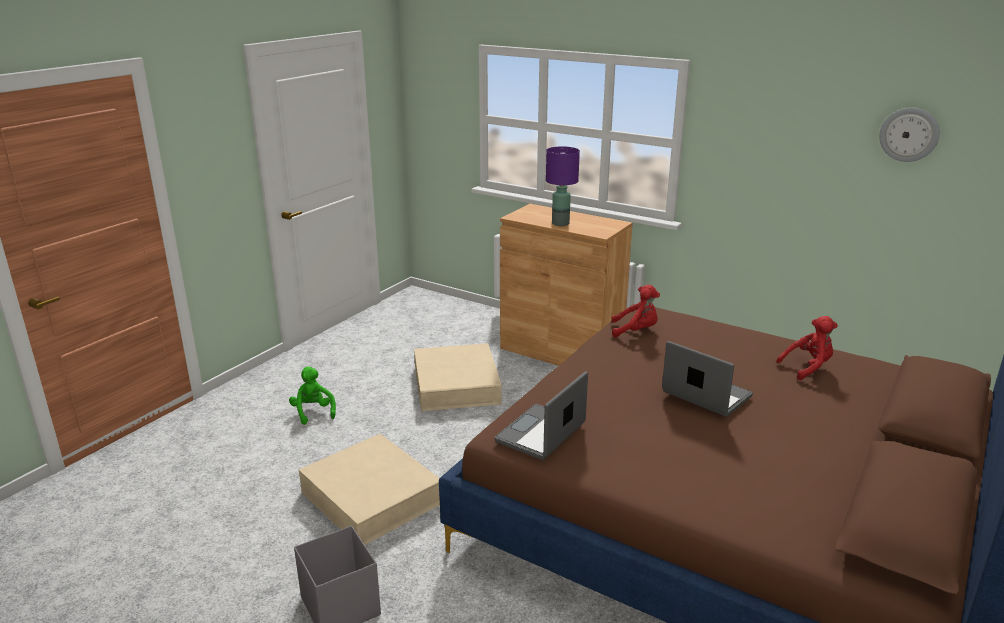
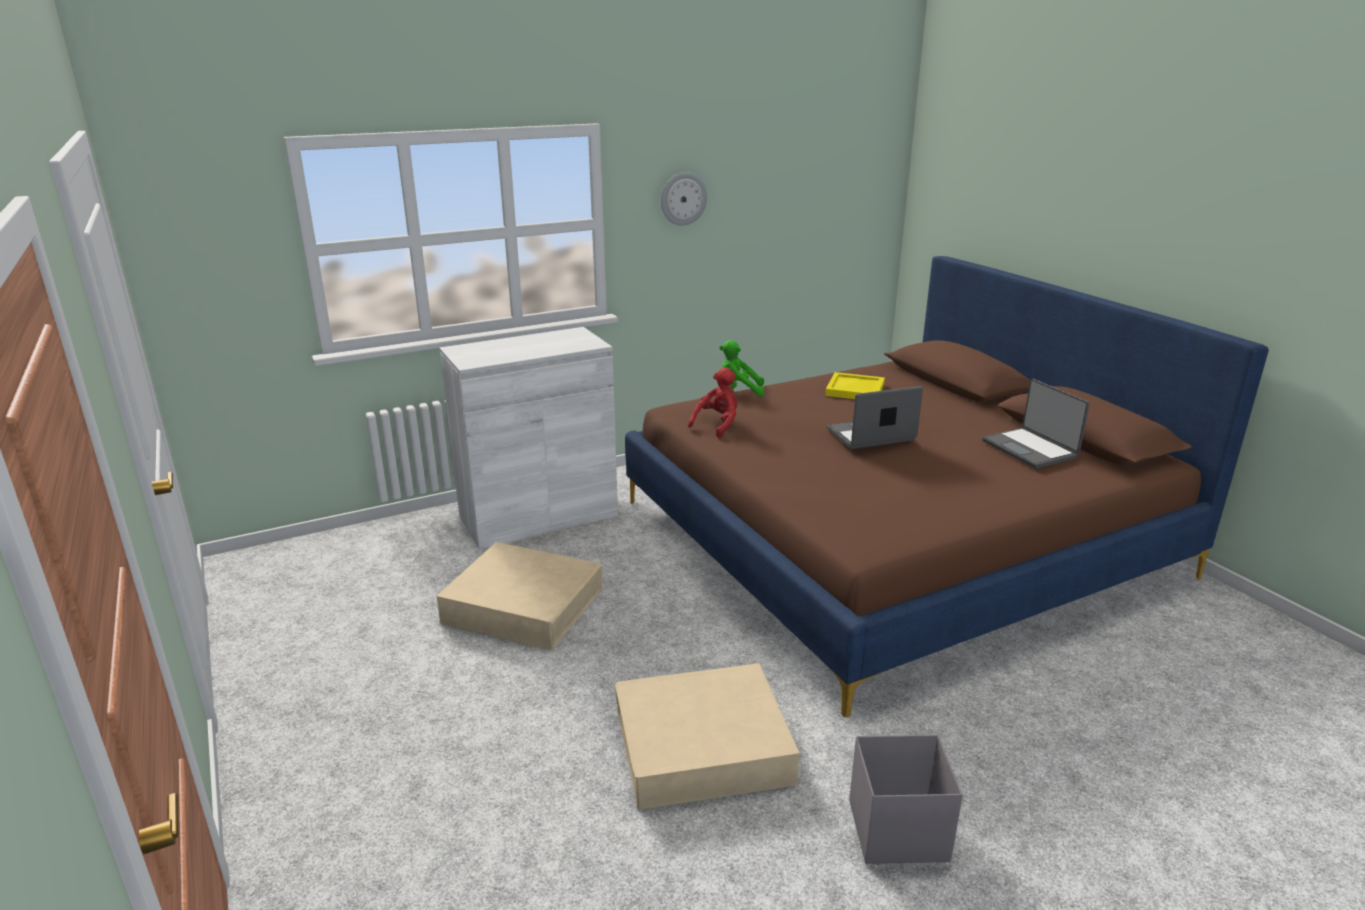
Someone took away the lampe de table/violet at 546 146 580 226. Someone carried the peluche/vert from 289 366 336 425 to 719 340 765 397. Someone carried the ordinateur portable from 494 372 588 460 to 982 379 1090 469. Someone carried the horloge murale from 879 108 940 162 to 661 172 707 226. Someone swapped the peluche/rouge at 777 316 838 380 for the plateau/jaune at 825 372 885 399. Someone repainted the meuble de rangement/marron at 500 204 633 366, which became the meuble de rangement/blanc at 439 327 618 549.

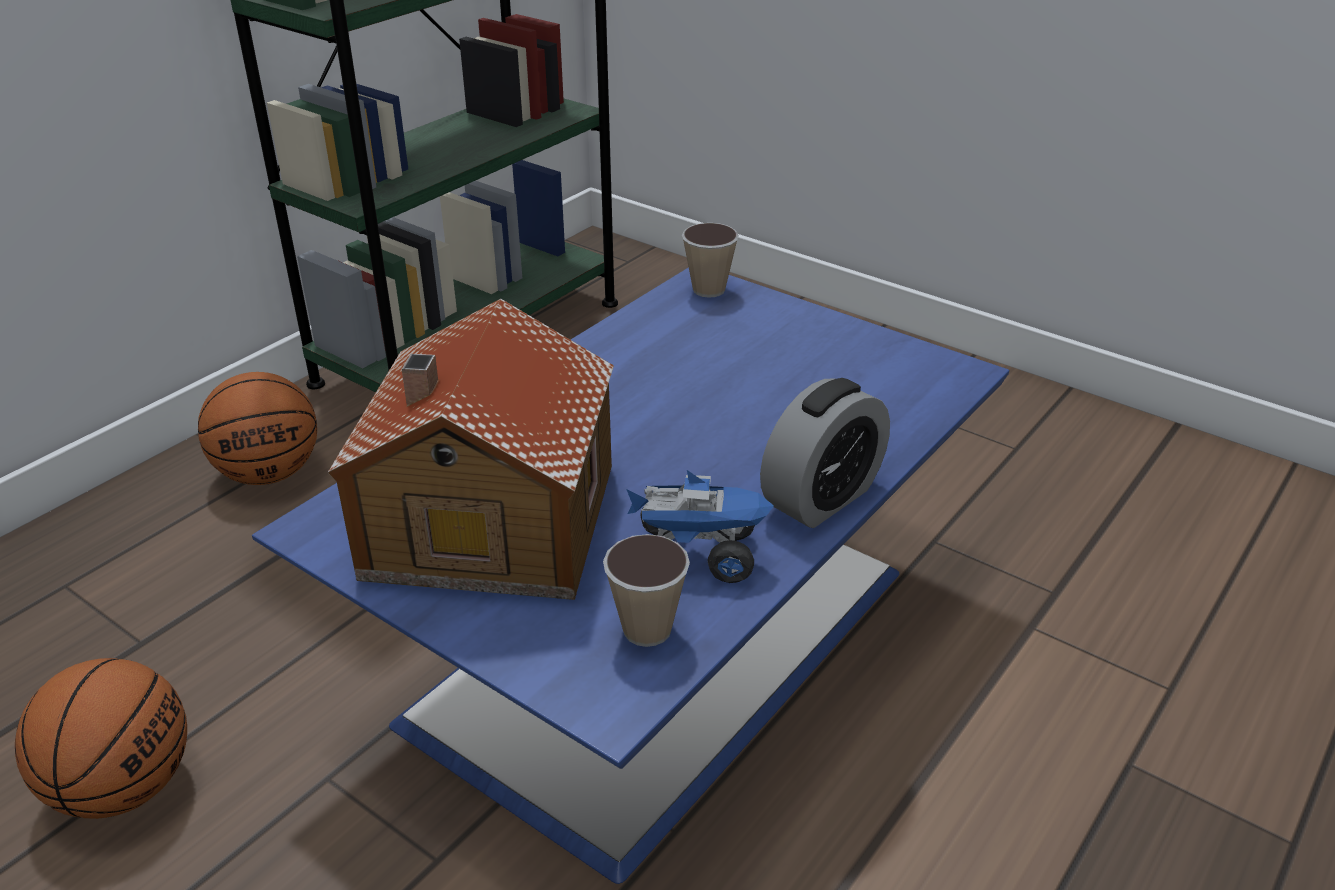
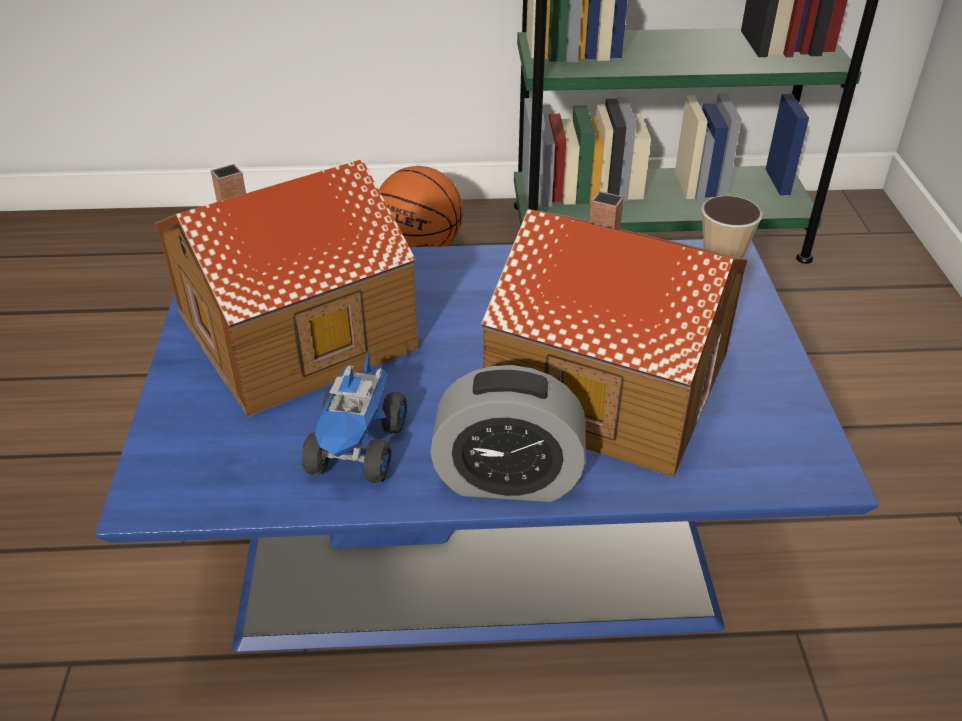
Someone took away the ballon de basket at 15 658 187 819. Someone took away the tasse at 603 534 690 647. Someone put down the maison miniature at 481 191 748 477. Someone rotated the camion jouet at 627 470 774 583 by 45 degrees clockwise.

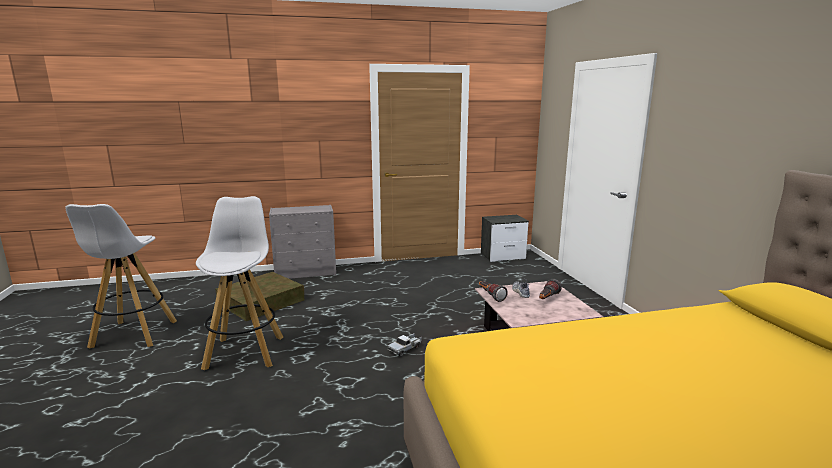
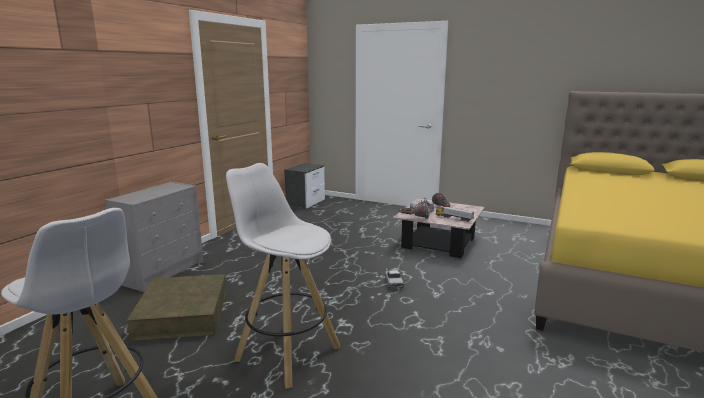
Someone put down the camion jouet at 436 207 474 222.

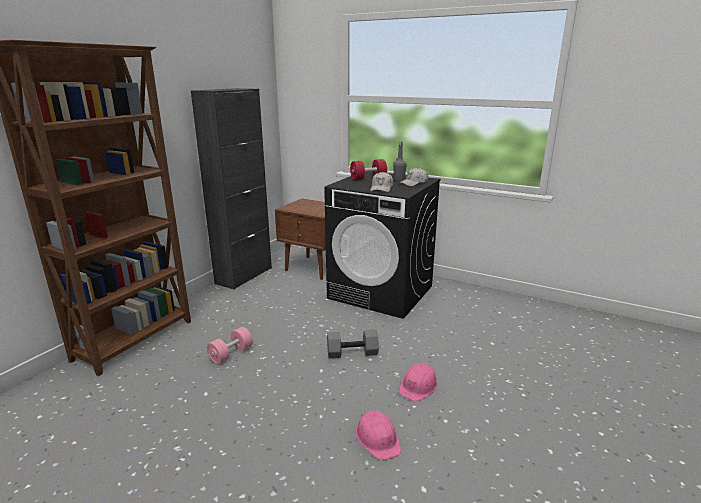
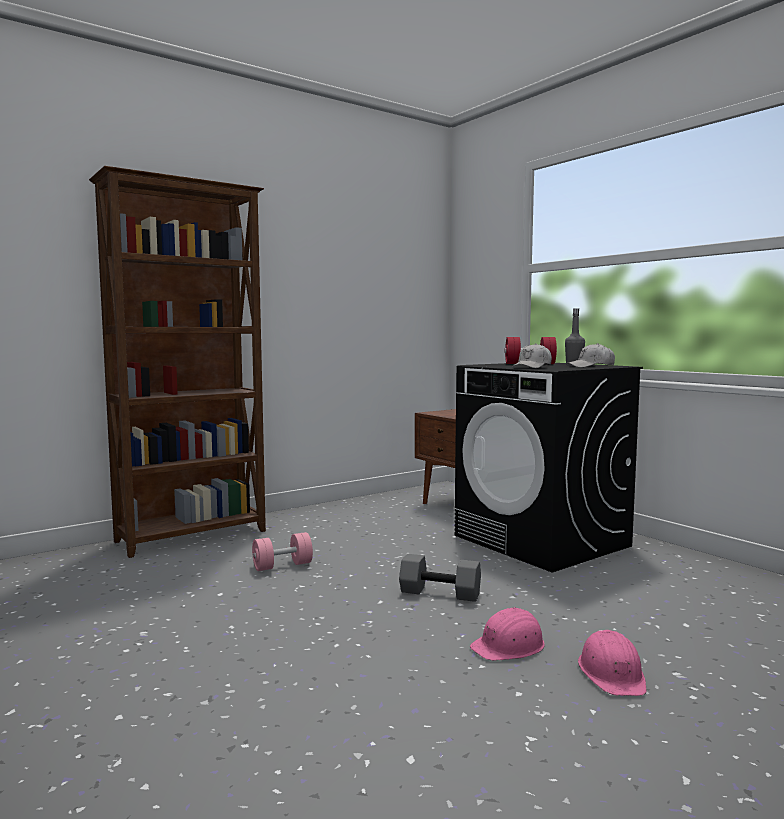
Someone took away the meuble de rangement/noir at 191 88 272 290. Someone carried the casque de chantier/rose from 355 411 401 460 to 578 630 646 696.

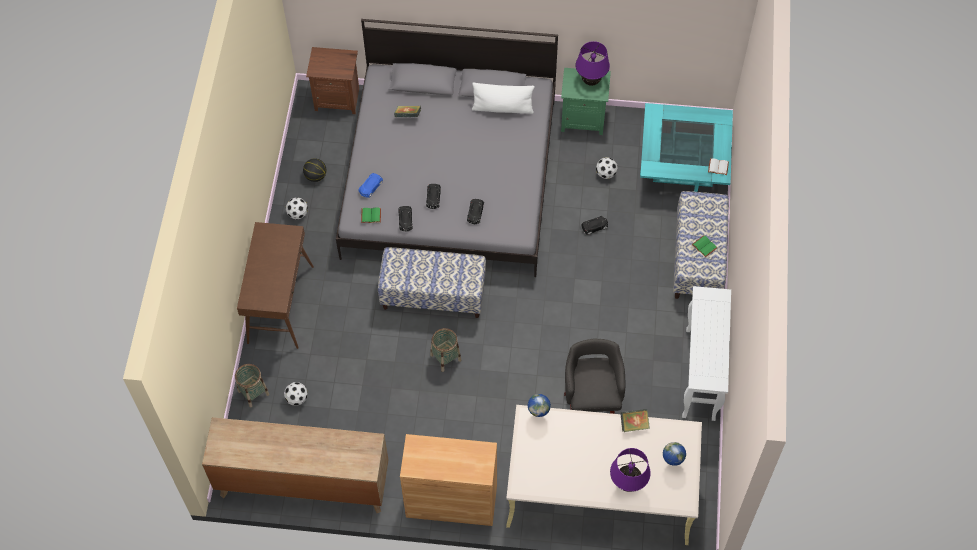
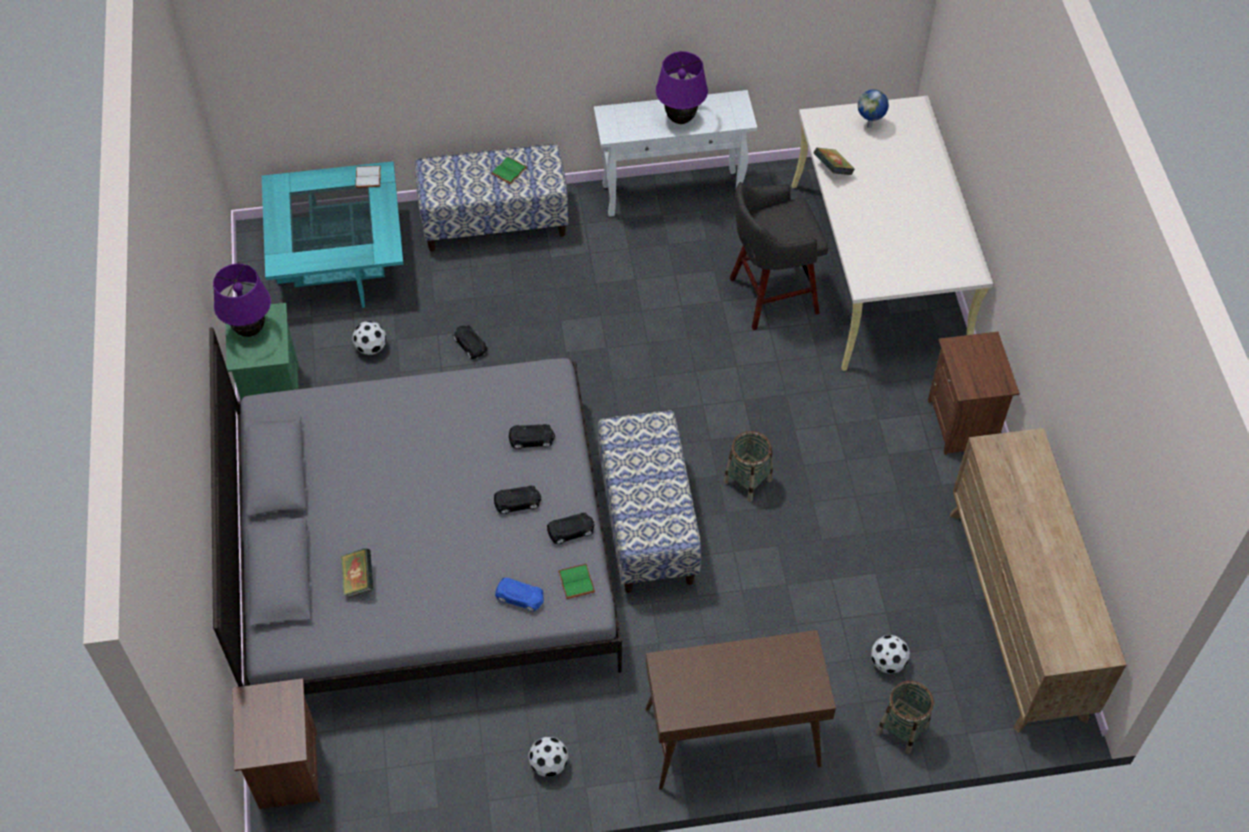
Someone took away the ballon de basket at 303 158 327 182. Someone took away the coussin/blanc at 472 83 534 114. Someone took away the globe at 528 394 551 417. Someone carried the lampe de table/violet from 610 448 651 492 to 656 51 708 124. Someone swapped the meuble de rangement/marron at 400 434 497 526 for the table de chevet/marron at 928 332 1020 455.

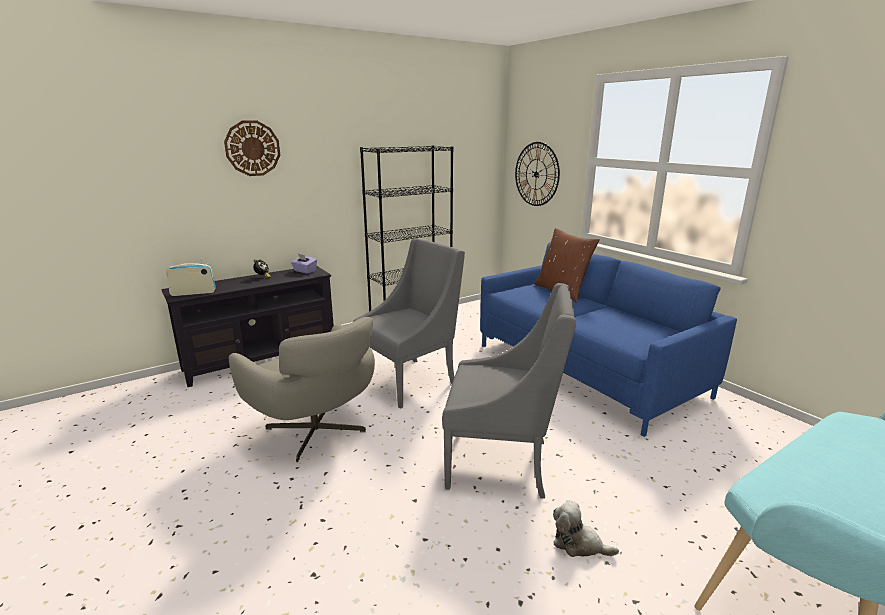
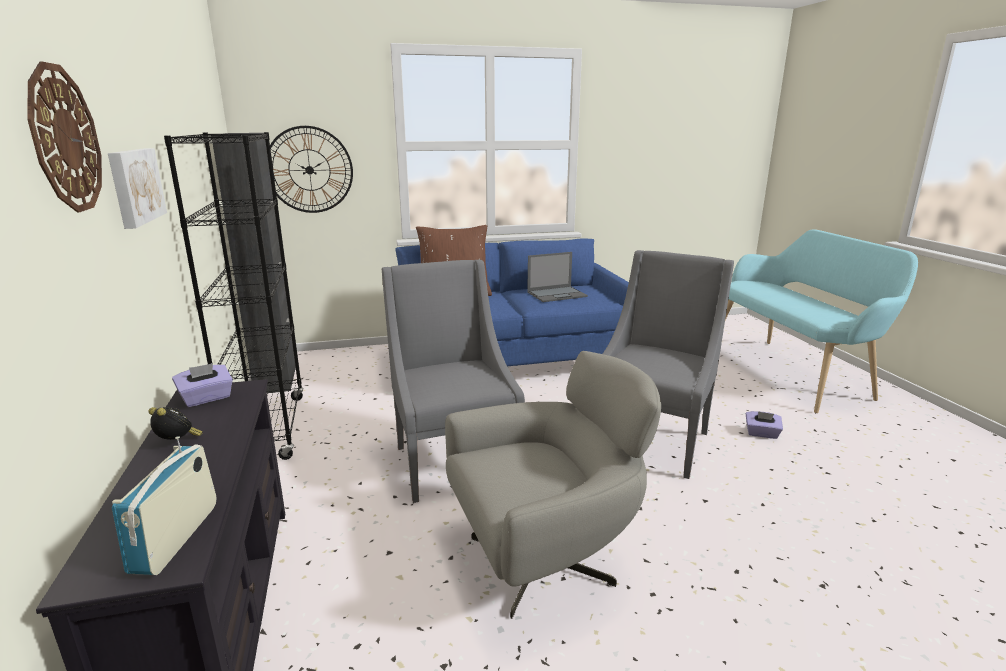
Someone put up the tableau at 108 148 167 229. Someone put down the meuble de rangement/noir at 211 133 296 393. Someone put down the ordinateur portable at 527 252 588 302. Someone swapped the peluche at 553 500 619 557 for the boîte à mouchoirs/violet at 746 411 783 439.

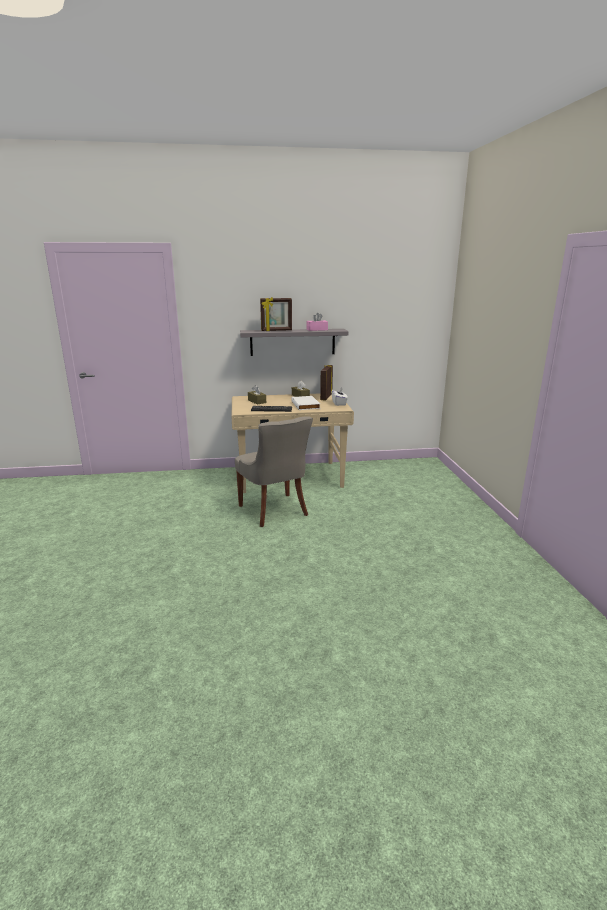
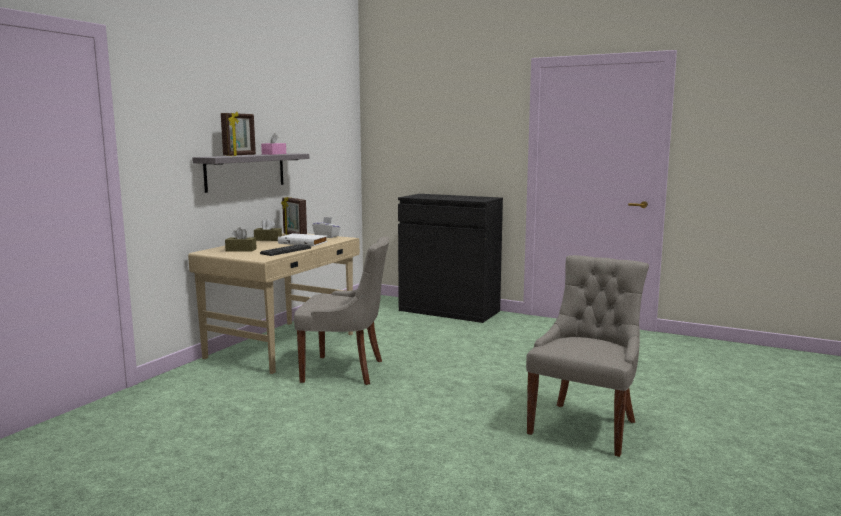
Someone put down the meuble de rangement/noir at 398 194 503 323. Someone put down the chaise/gris at 526 255 649 457.

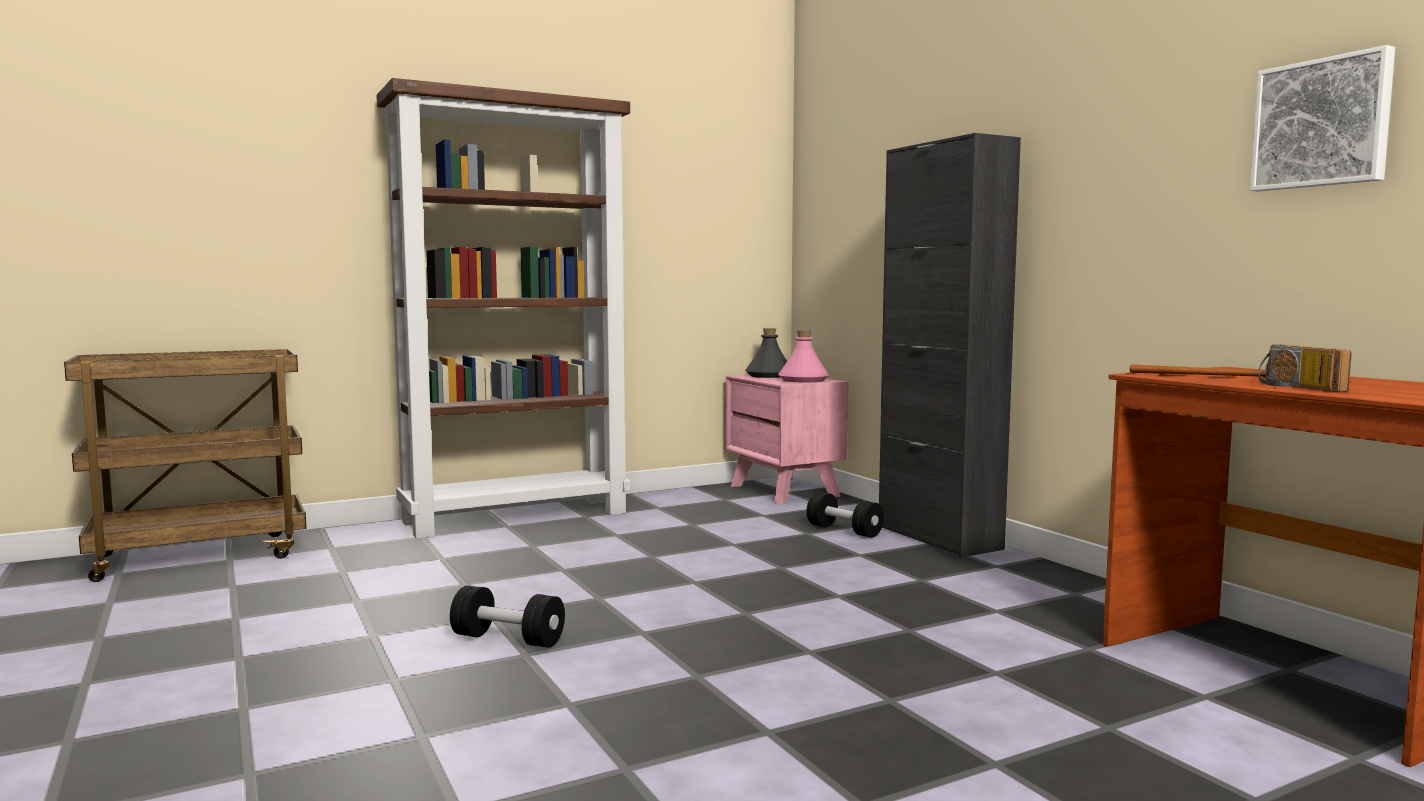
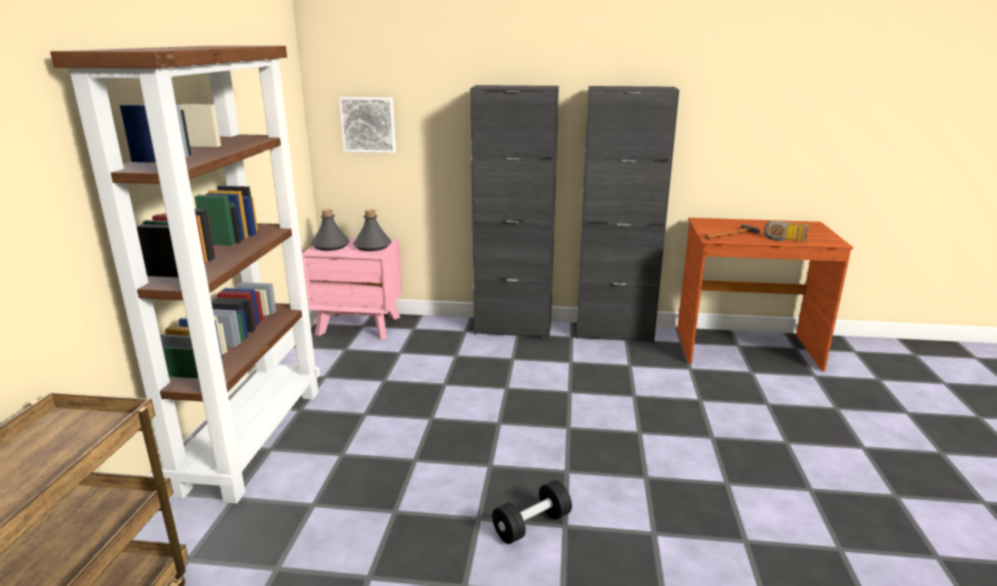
Someone took away the haltère/noir at 807 492 884 538. Someone put down the meuble de rangement/noir at 576 86 679 343. Someone carried the tableau from 1250 45 1395 192 to 339 97 396 153. Someone repainted the bouteille/rose at 778 330 829 383, which became the bouteille/gris at 353 209 392 251.

